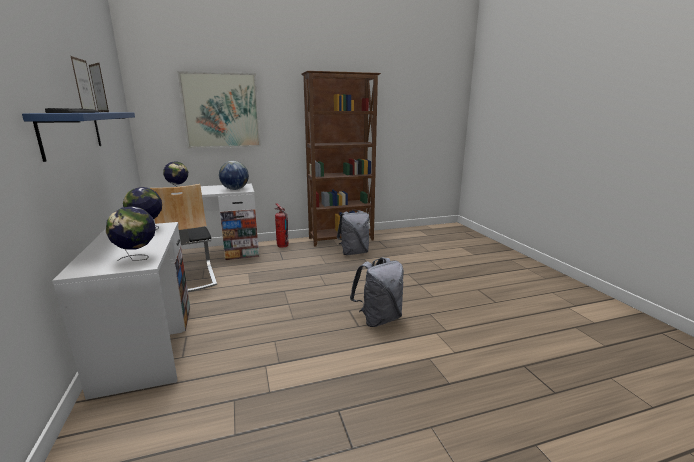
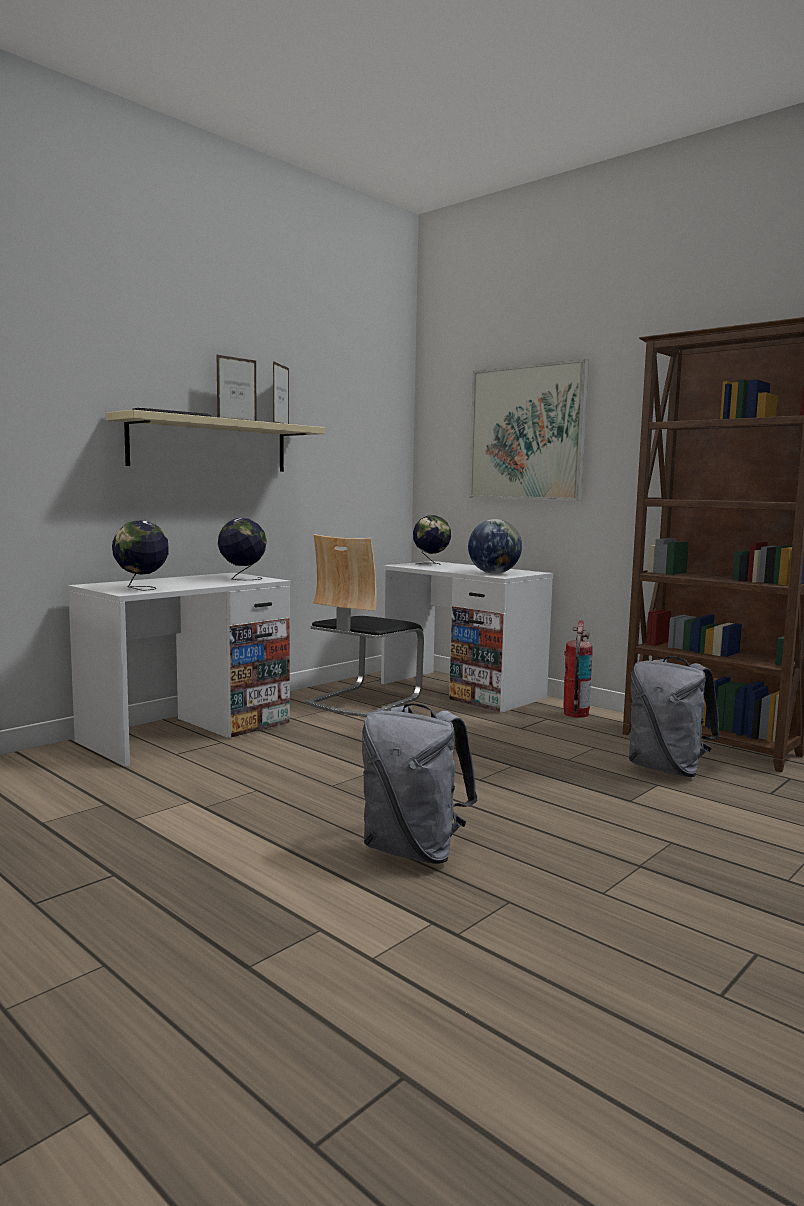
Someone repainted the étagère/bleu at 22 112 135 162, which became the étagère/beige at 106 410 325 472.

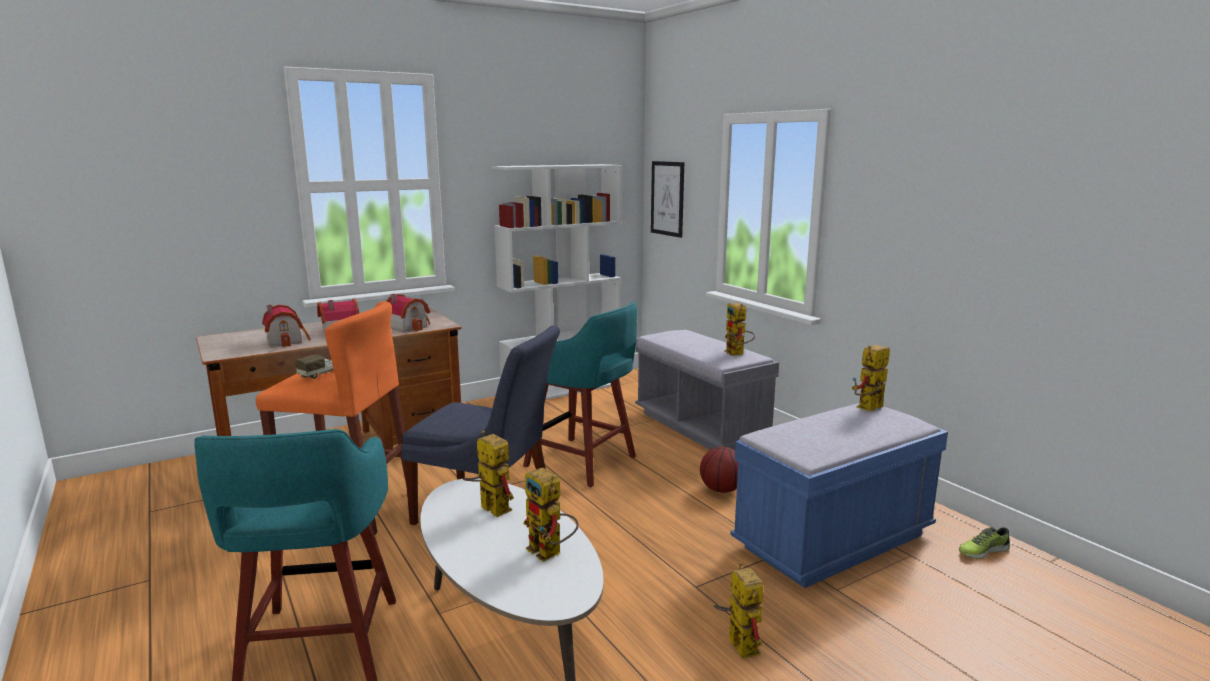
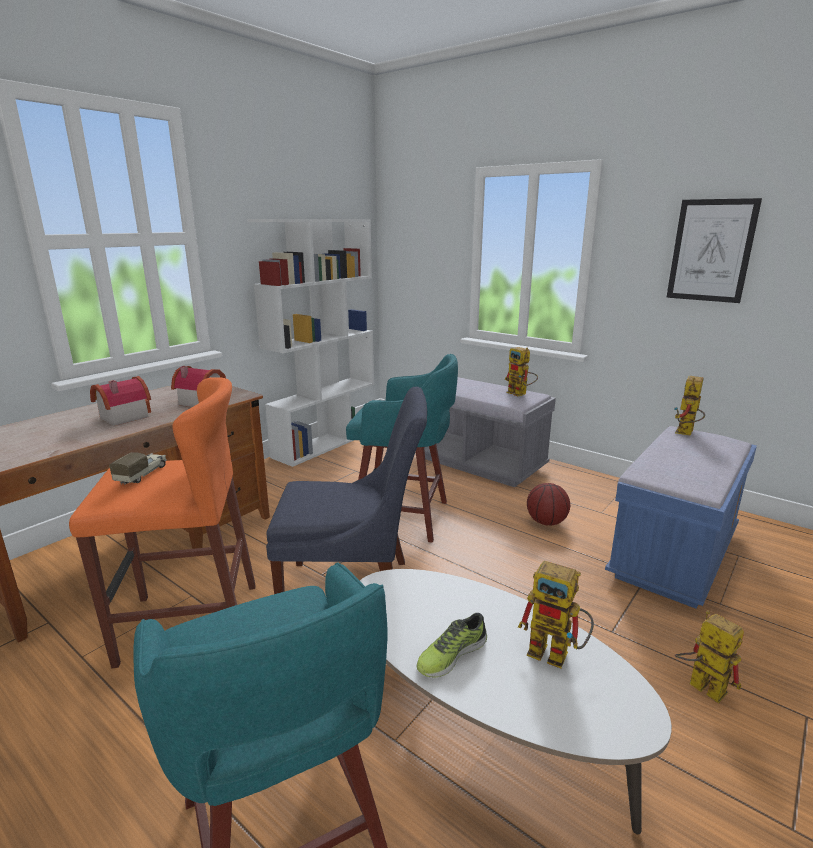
Someone took away the maison miniature at 262 304 311 347. Someone took away the robot jouet at 463 431 514 517. Someone carried the tableau from 651 161 684 238 to 666 198 762 303. Someone carried the chaussure from 959 527 1010 559 to 417 613 487 678.

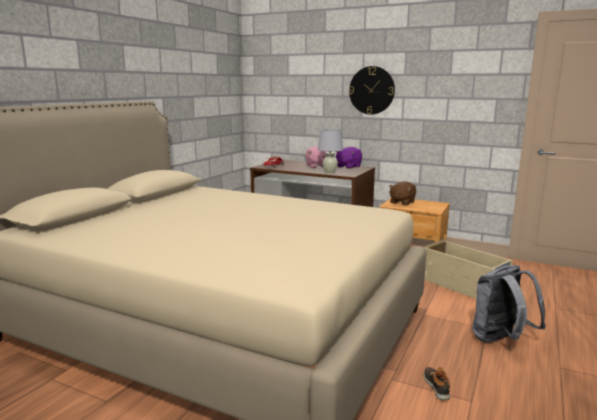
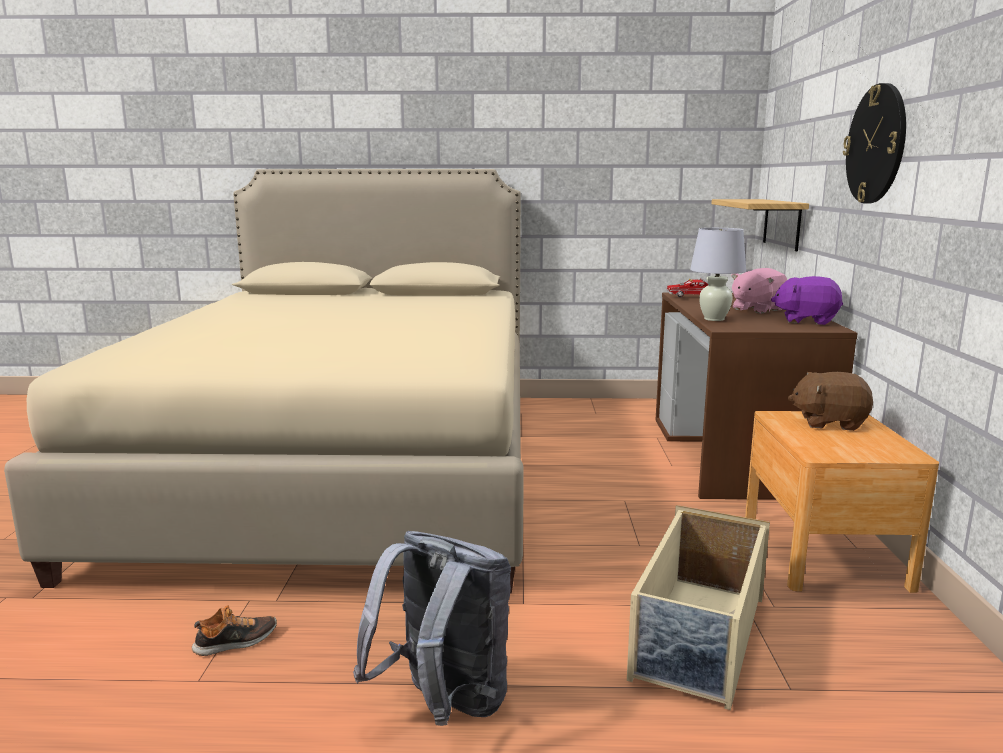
Someone put up the étagère at 711 199 809 251.

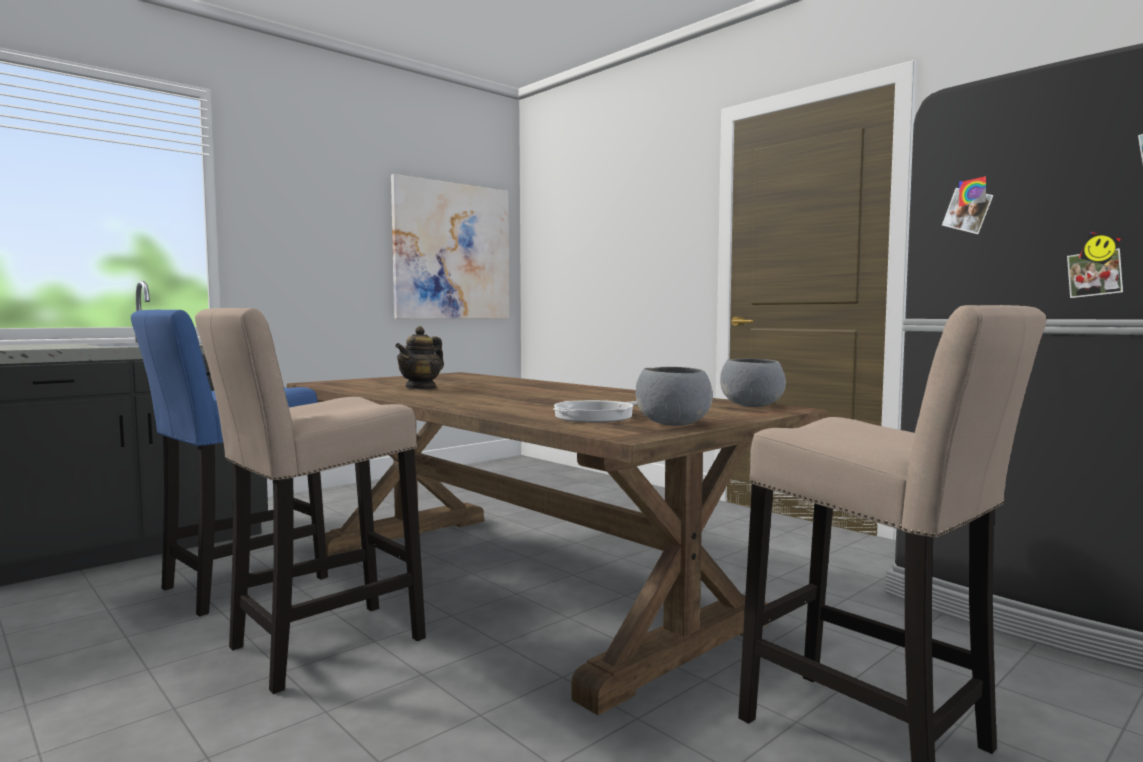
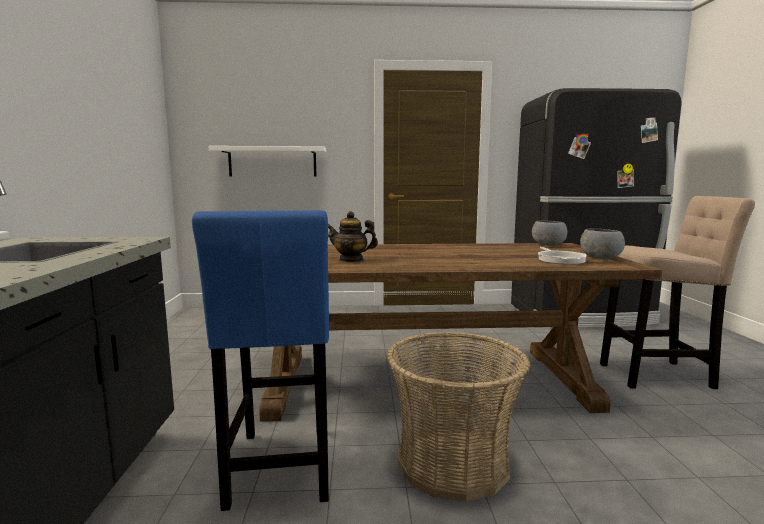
Someone took away the tableau at 391 174 509 319. Someone put up the étagère/blanc at 209 146 326 176. Someone swapped the tabouret/beige at 195 308 426 694 for the panier at 387 331 531 502. Someone rotated the théière at 395 326 444 390 by 120 degrees clockwise.

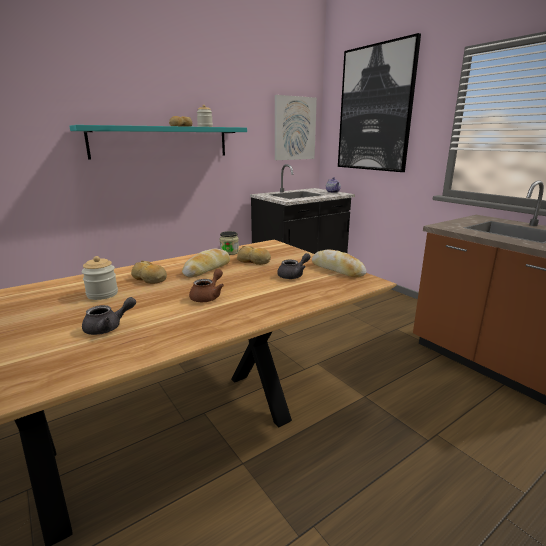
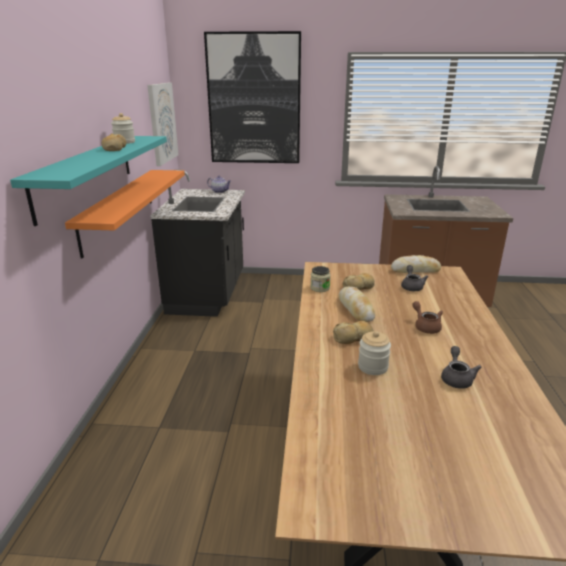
Someone put up the étagère/orange at 65 170 185 258.

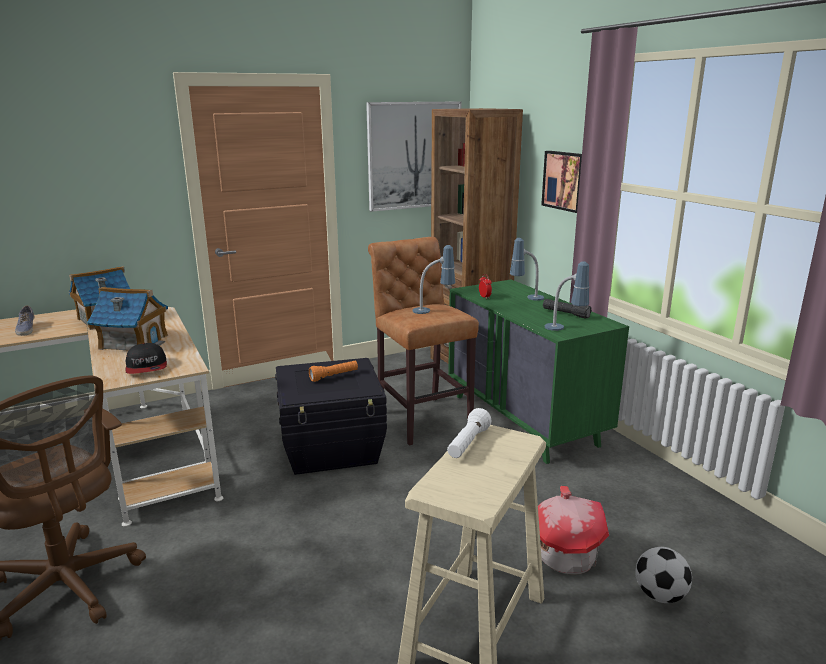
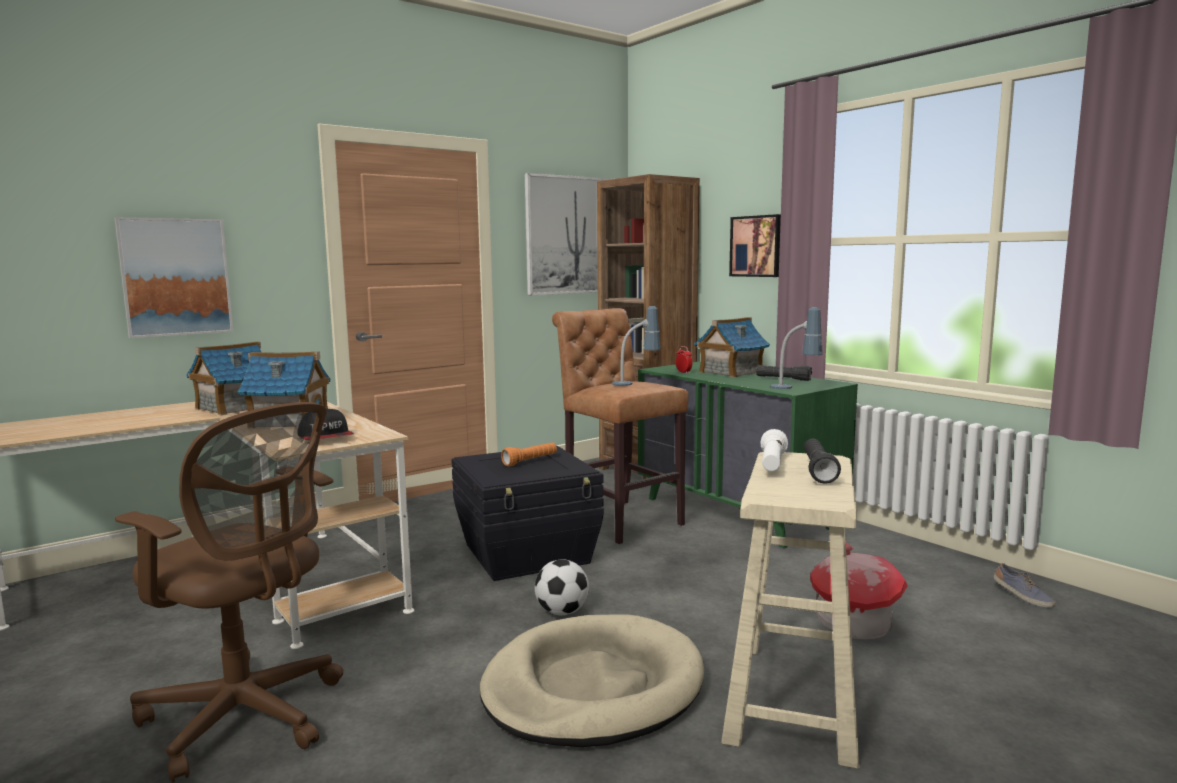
Someone put up the tableau at 115 217 233 338. Someone put down the panier pour chien/beige at 480 614 704 747. Someone put down the lampe de poche/noir at 804 439 841 484. Someone carried the chaussure from 15 306 34 336 to 994 563 1056 608. Someone carried the ballon de foot from 635 547 692 603 to 535 559 589 615. Someone swapped the lampe de table at 510 238 544 301 for the maison miniature at 694 317 770 378.

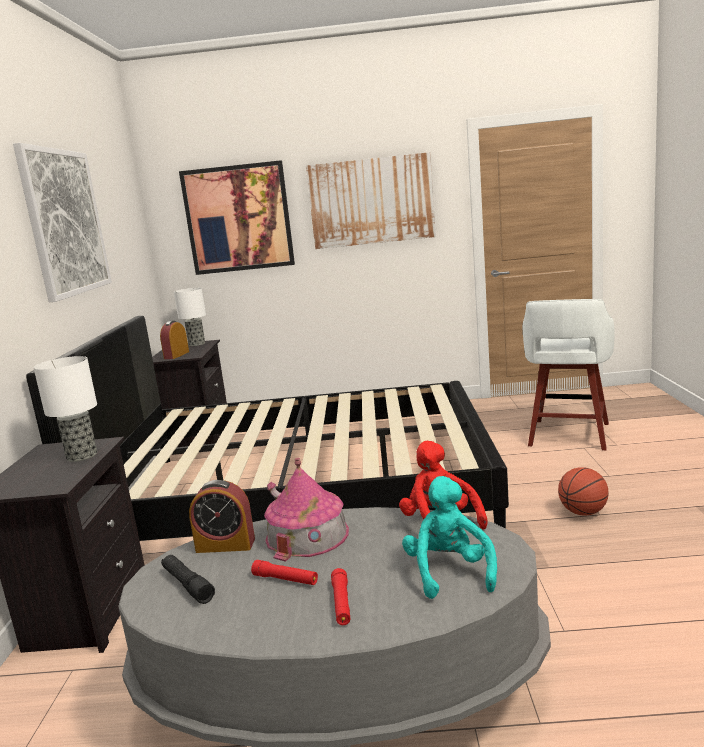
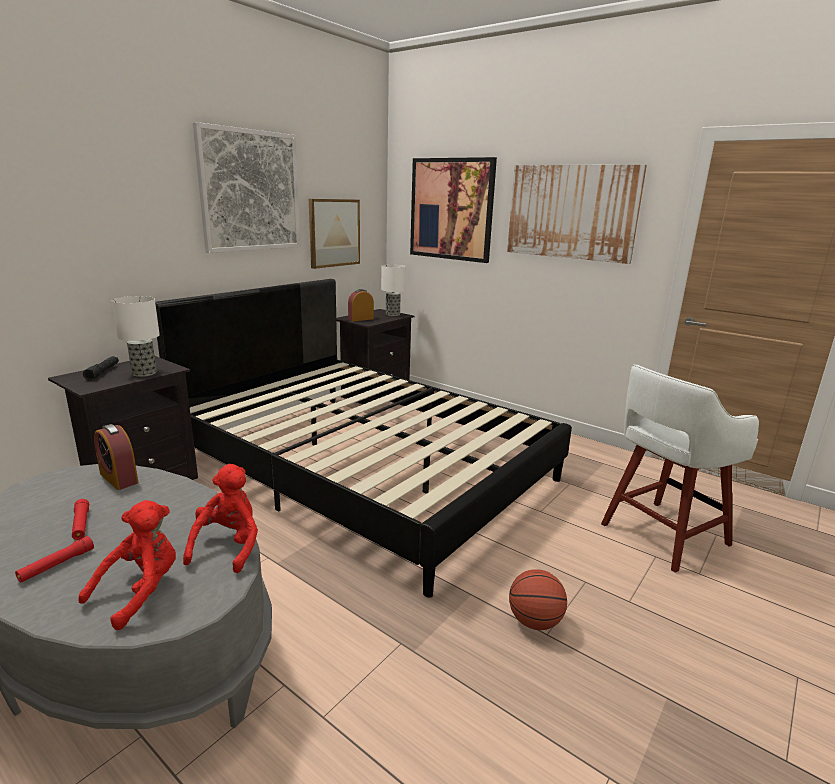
Someone took away the maison miniature at 264 458 349 562. Someone put up the tableau at 309 199 360 269. Someone carried the lampe de poche/noir from 161 555 215 604 to 83 356 119 380. Someone repainted the peluche/turquoise at 402 476 497 599, which became the peluche/rouge at 78 500 176 630.

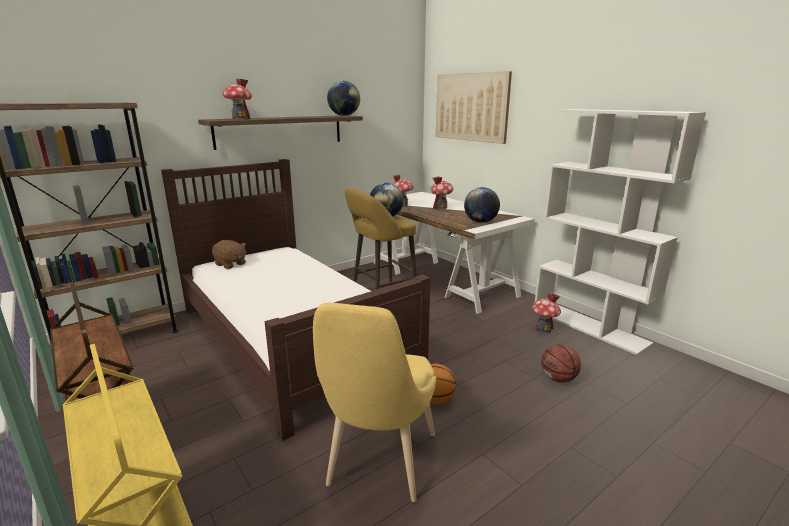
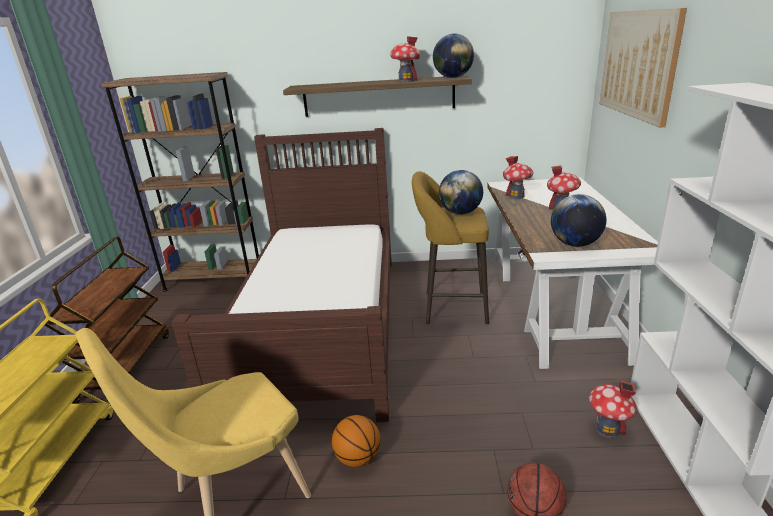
Someone took away the peluche/marron at 212 240 246 269. Someone carried the maison miniature from 223 79 252 119 to 390 36 420 82.

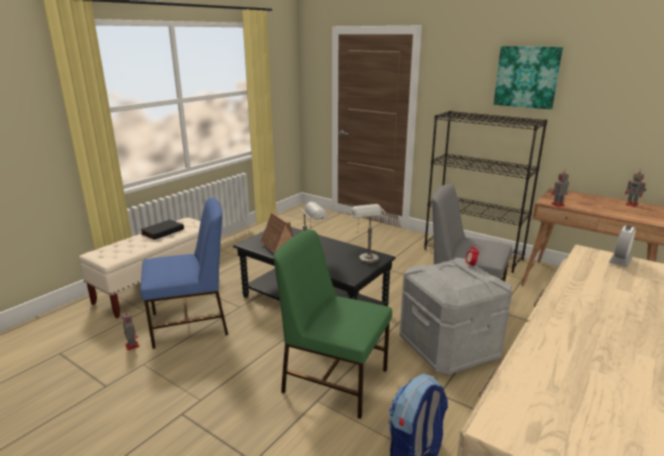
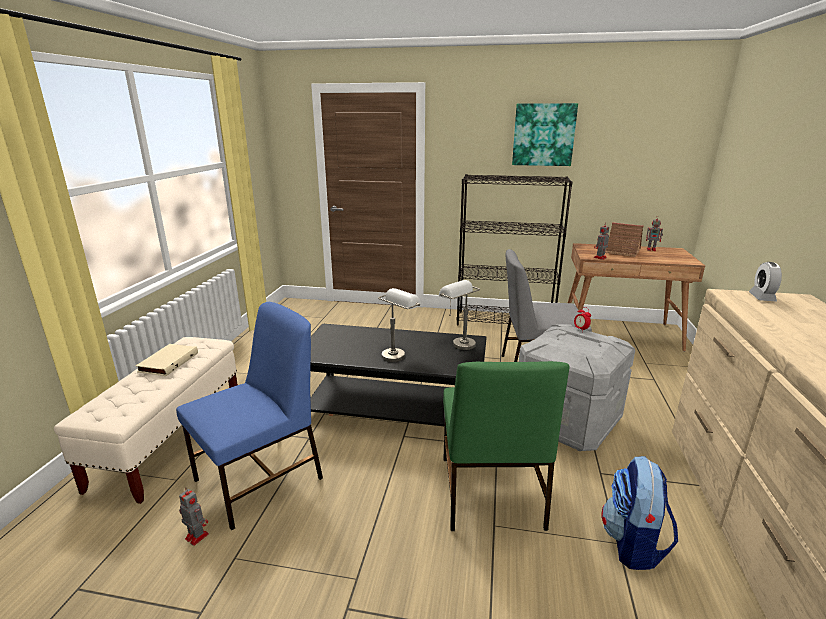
Someone carried the maison miniature from 260 213 294 253 to 605 222 644 257. Someone repainted the livre/noir at 140 220 184 240, which became the livre/beige at 136 344 198 376. Someone rotated the chaise/vert at 274 229 392 419 by 90 degrees counterclockwise.

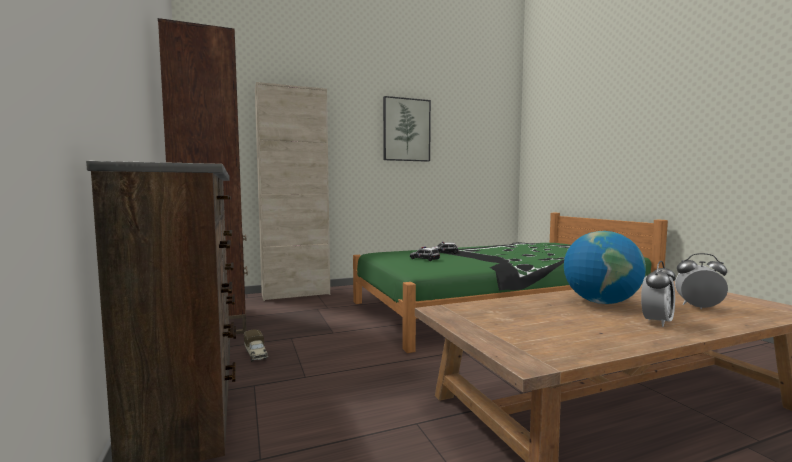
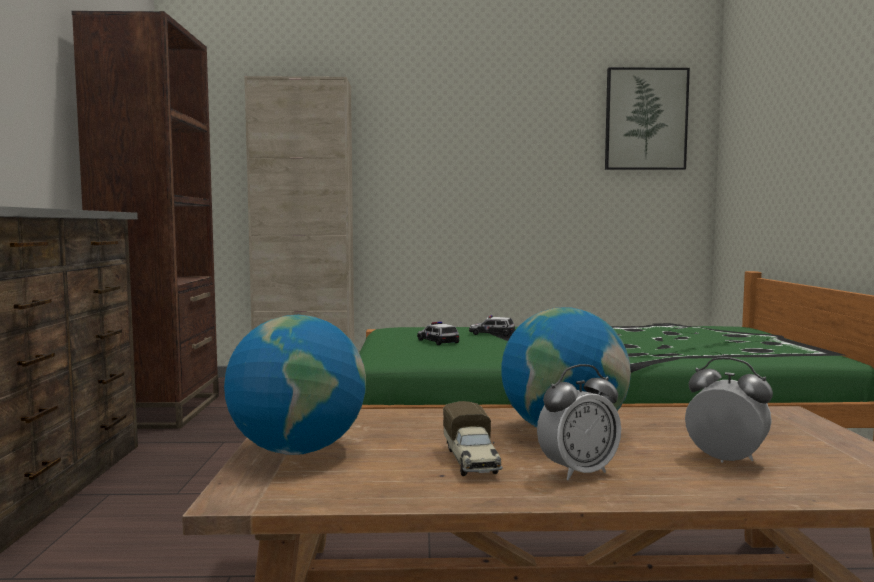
Someone put down the globe at 224 315 366 455. Someone carried the camion jouet from 244 330 268 362 to 443 401 503 476. Someone carried the tableau from 383 96 431 162 to 605 67 690 170.

